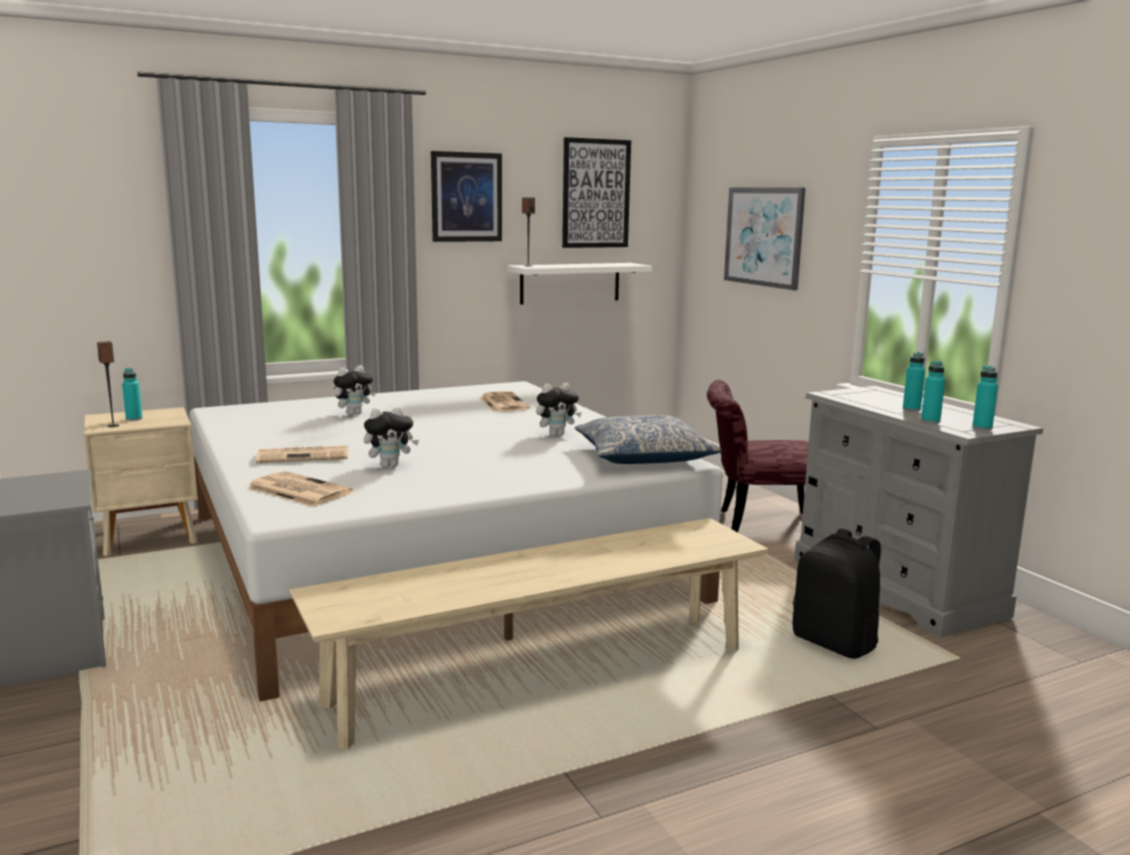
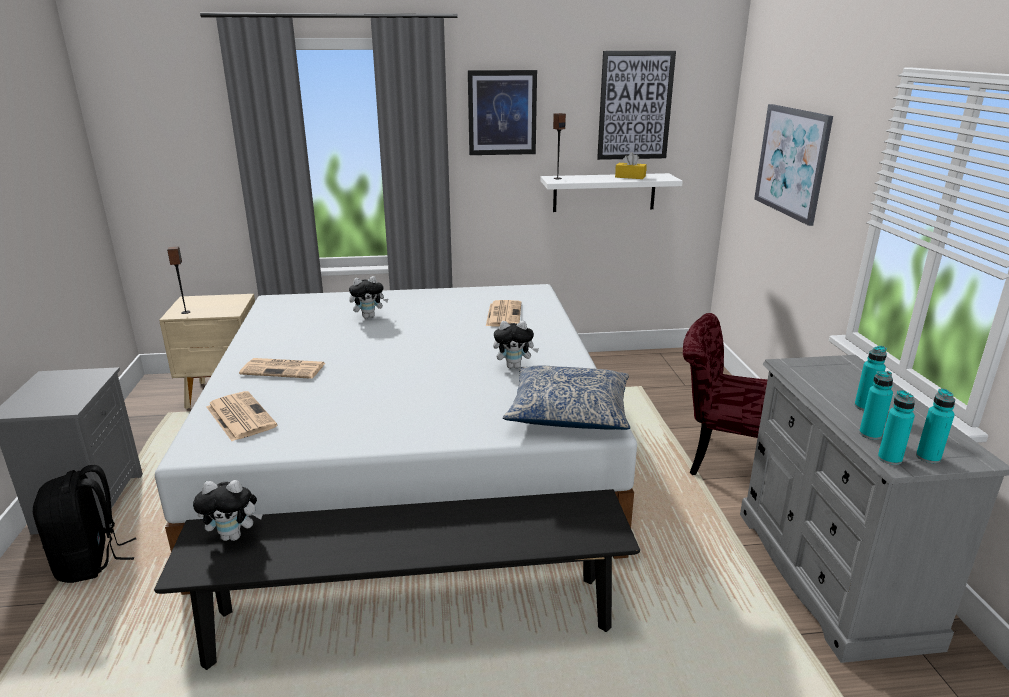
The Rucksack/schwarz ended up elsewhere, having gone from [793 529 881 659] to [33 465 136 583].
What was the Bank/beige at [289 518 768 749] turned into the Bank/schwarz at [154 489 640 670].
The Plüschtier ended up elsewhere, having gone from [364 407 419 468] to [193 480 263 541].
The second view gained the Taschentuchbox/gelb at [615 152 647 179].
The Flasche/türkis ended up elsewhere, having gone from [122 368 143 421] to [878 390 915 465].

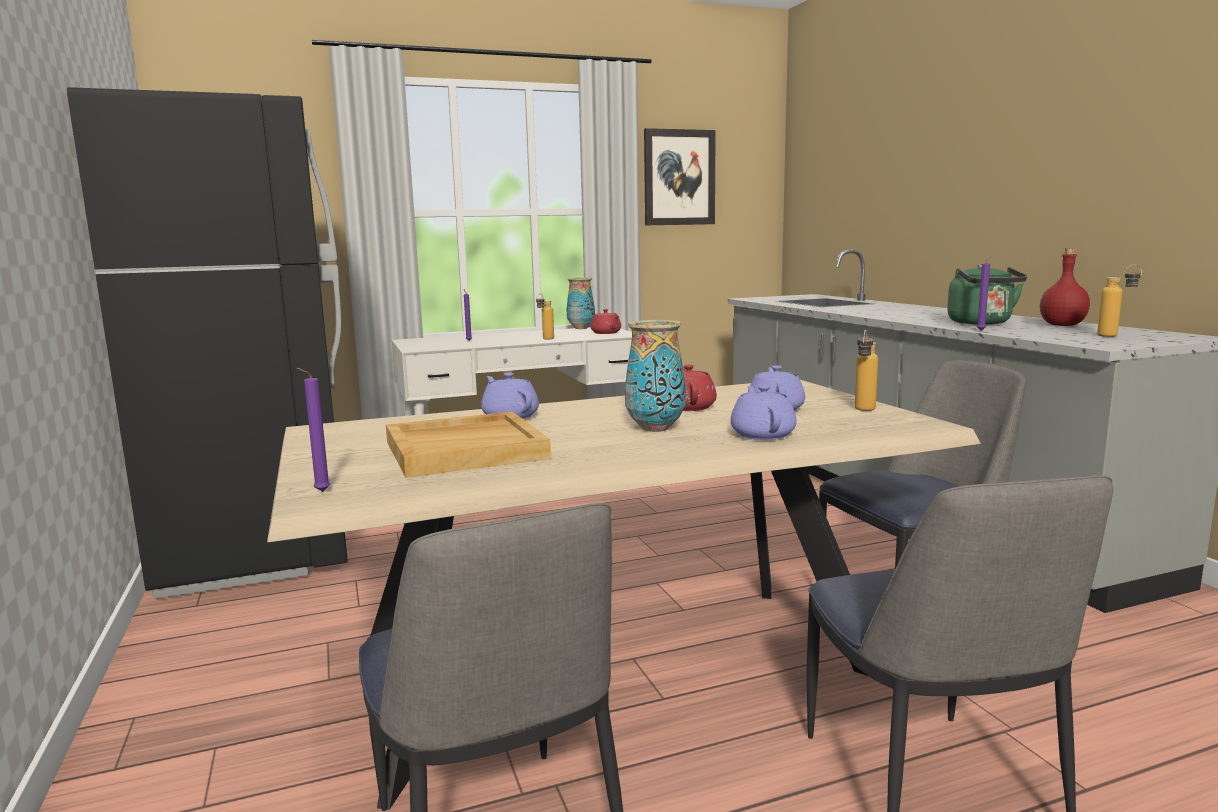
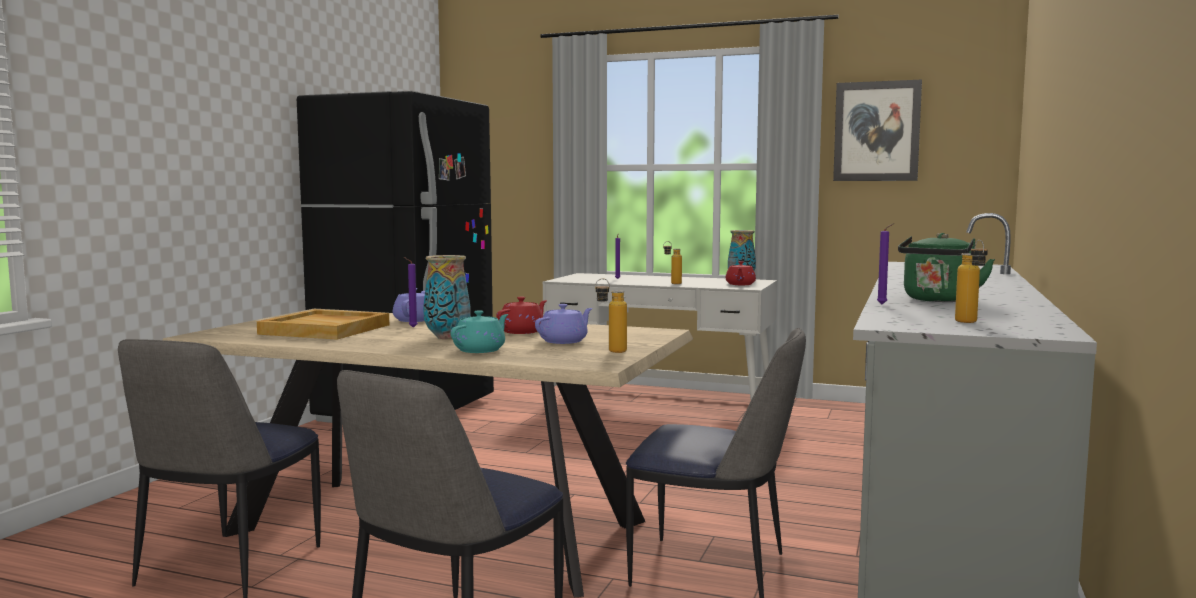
The Kerze/lila ended up elsewhere, having gone from [297 368 331 492] to [404 257 418 328].
What was the Teekanne/lila at [731 385 797 440] turned into the Teekanne/türkis at [450 310 509 353].
The second view lost the Flasche/rot at [1040 248 1090 326].

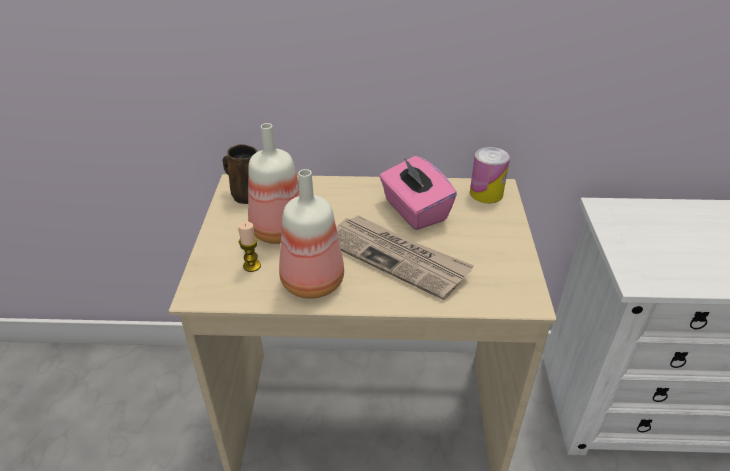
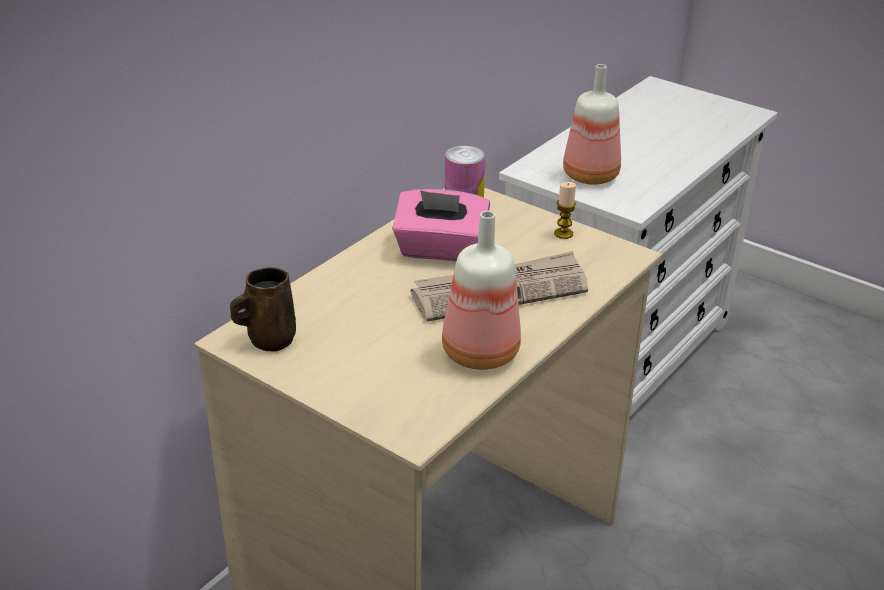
The Kerze ended up elsewhere, having gone from [238 221 261 272] to [554 182 576 239].
The Flasche ended up elsewhere, having gone from [248 123 299 244] to [563 64 621 185].

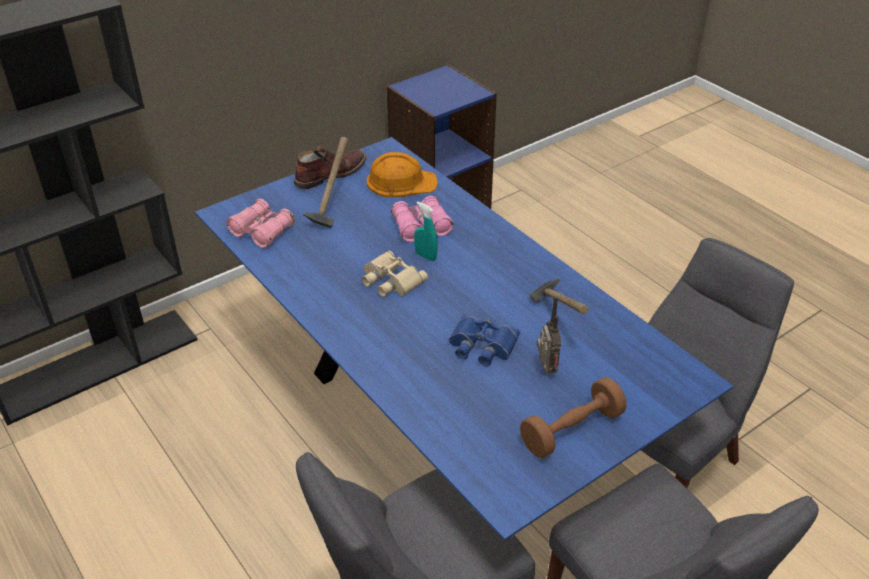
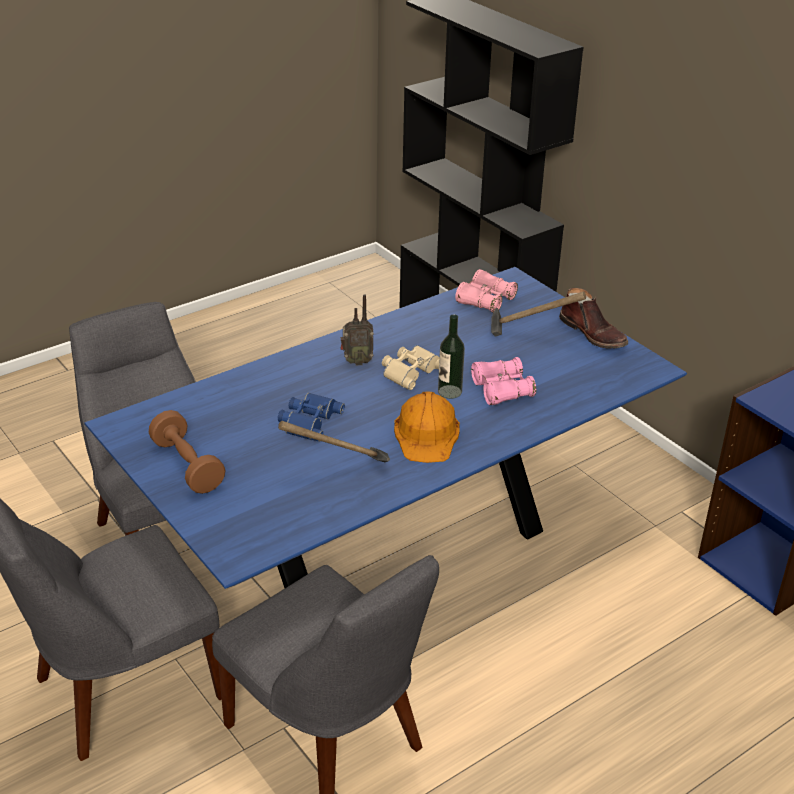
The Radio ended up elsewhere, having gone from [537 296 561 373] to [341 295 374 365].
The Schutzhelm/orange ended up elsewhere, having gone from [366 152 438 197] to [394 391 460 463].
Where the Sprühflasche/türkis stood at [414 201 438 261], the Flasche came to stand at [438 314 465 399].

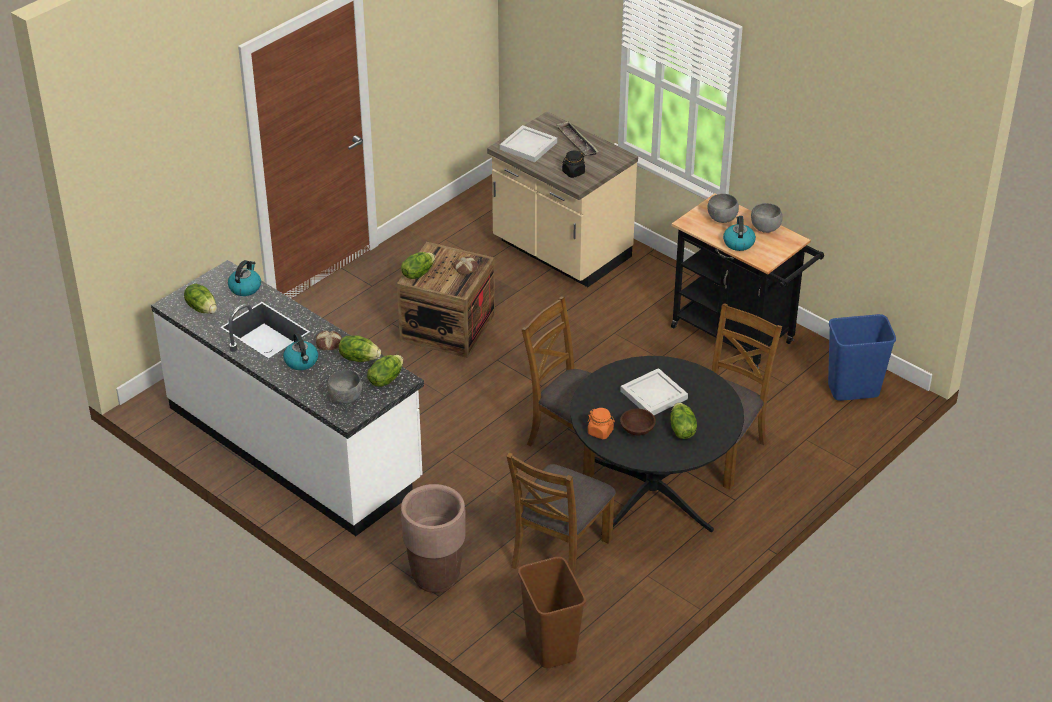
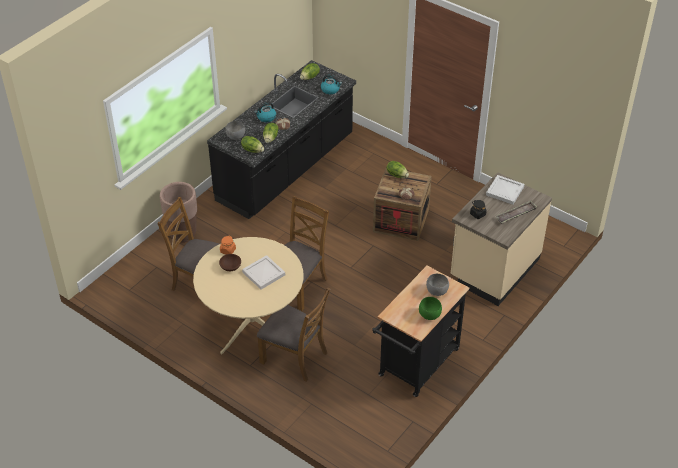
What was the Esstisch/schwarz at [570 356 744 535] turned into the Esstisch/beige at [193 237 304 354].
What was the Küchenzeile/weiß at [151 260 424 536] turned into the Küchenzeile/schwarz at [207 60 356 219].
What was the Schüssel/grau at [751 203 782 233] turned into the Schüssel/grün at [419 297 442 320].
The second view lost the Mülleimer/braun at [518 557 586 668].
The second view lost the Salatkopf at [671 403 697 439].
The second view lost the Wasserkessel at [723 216 756 251].
The second view lost the Mülleimer/blau at [828 314 896 401].

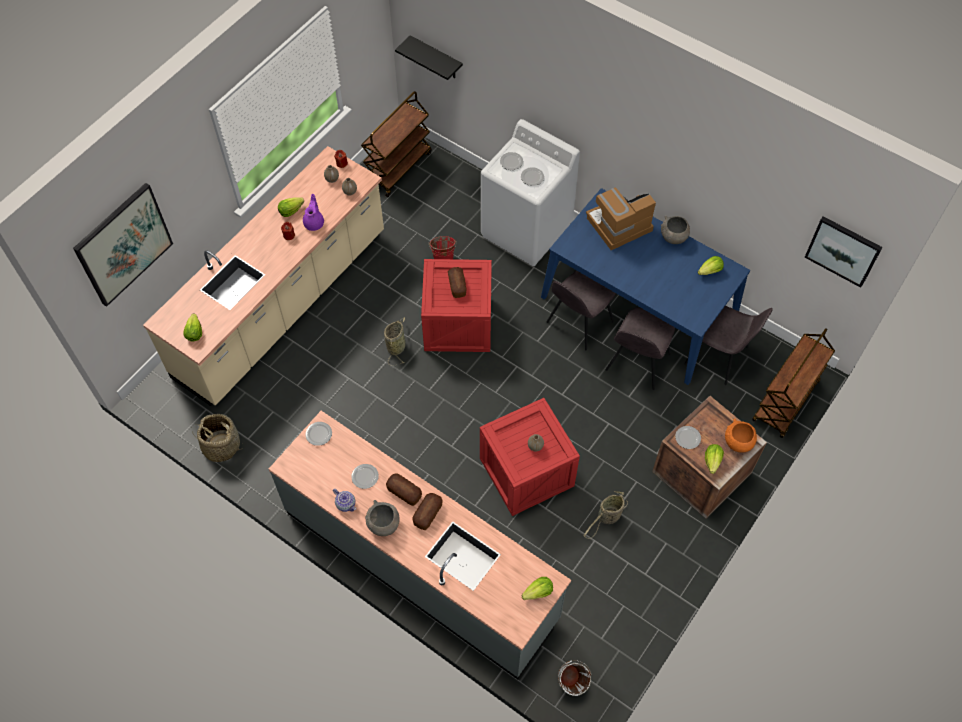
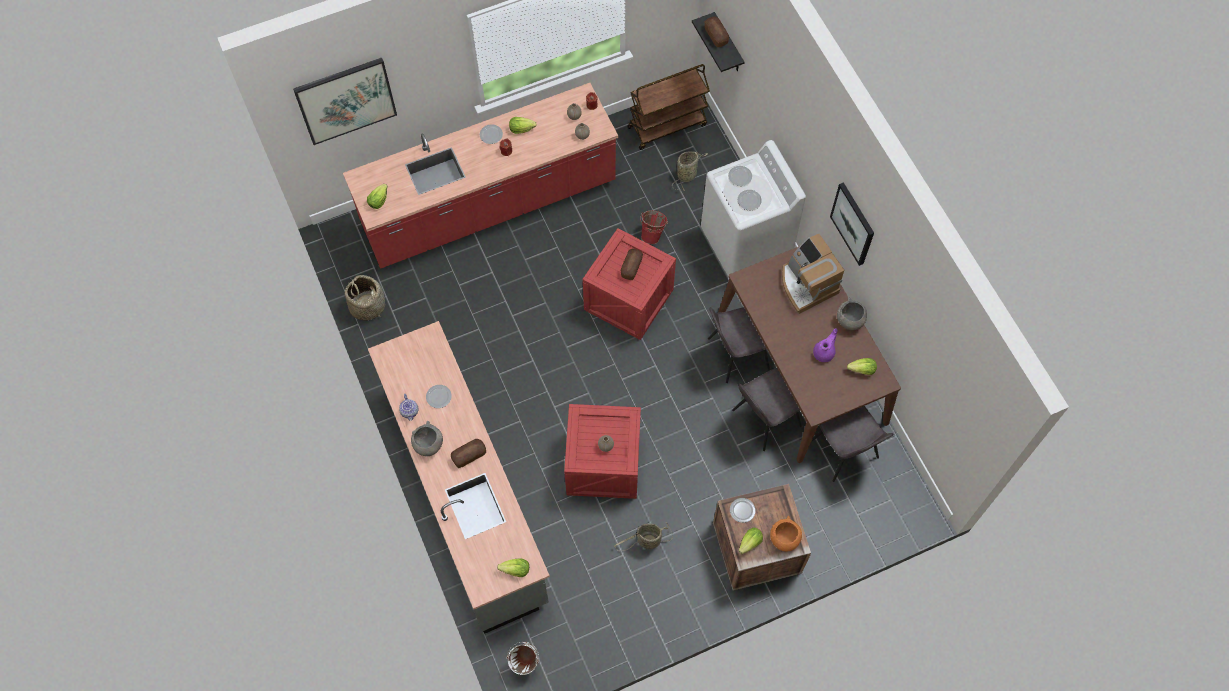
What was the Küchenzeile/beige at [143 146 384 406] turned into the Küchenzeile/rot at [343 83 618 269].
The Teller ended up elsewhere, having gone from [306 422 332 446] to [480 124 503 144].
The Korb ended up elsewhere, having gone from [384 317 406 365] to [672 151 708 191].
The Brot ended up elsewhere, having gone from [386 473 422 506] to [705 16 729 47].
What was the Esstisch/blau at [541 188 750 385] turned into the Esstisch/braun at [718 246 901 463].
The Kaffeemaschine at [586 188 656 250] ended up facing another way, 120 degrees counterclockwise from before.
The Teekanne/lila ended up elsewhere, having gone from [303 194 324 231] to [813 328 837 362].
The Bild ended up elsewhere, having gone from [805 216 883 288] to [830 182 874 266].
The second view lost the Rollwagen/braun at [752 328 835 438].

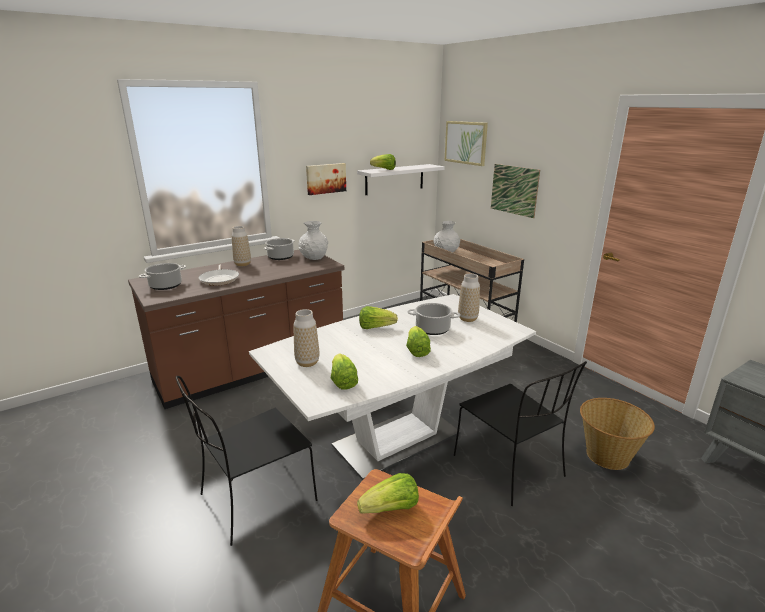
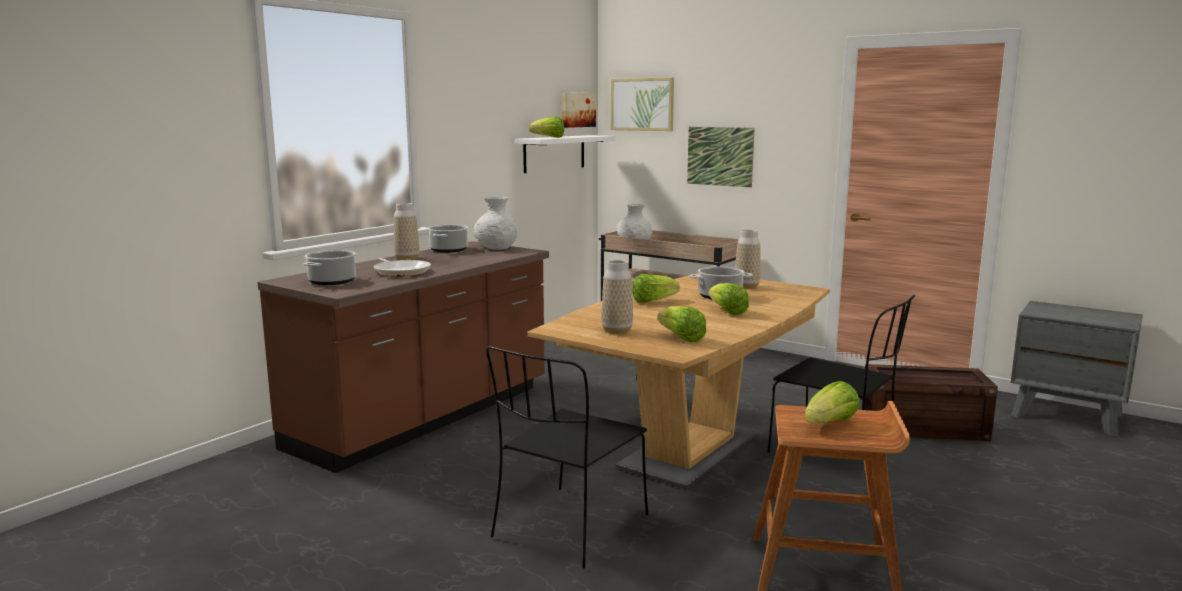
What was the Esstisch/weiß at [249 294 536 481] turned into the Esstisch/braun at [527 273 830 489].
The Bild ended up elsewhere, having gone from [306 163 346 195] to [562 92 596 128].
Where the Korb stood at [580 398 655 470], the Kiste came to stand at [862 364 998 441].

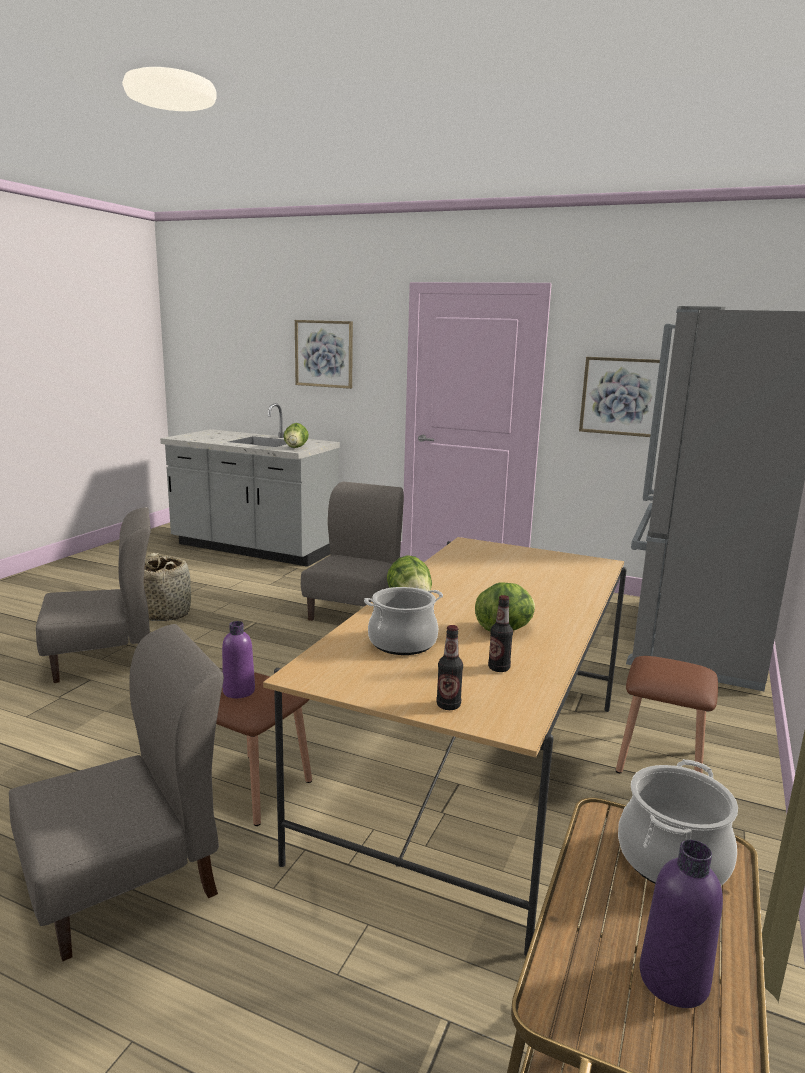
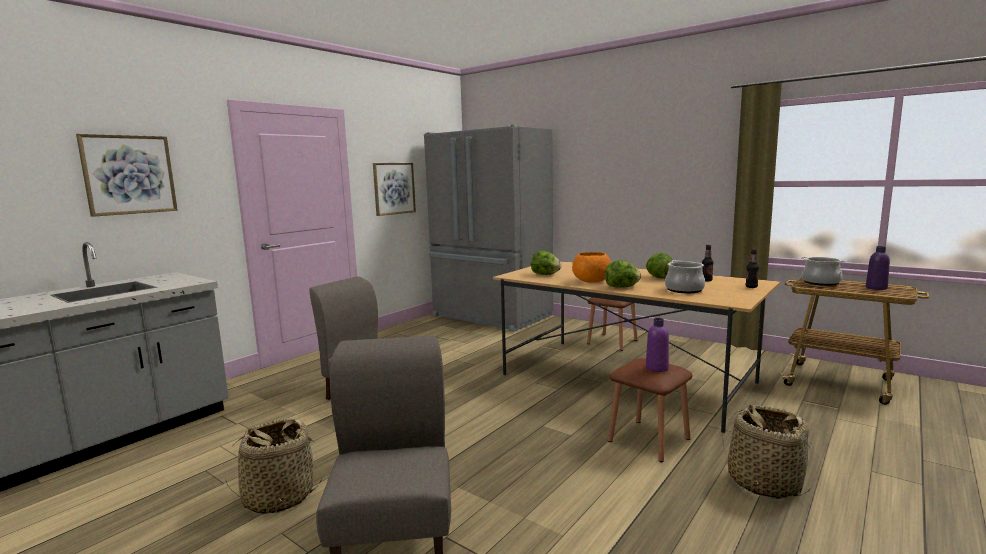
The Salatkopf ended up elsewhere, having gone from [283 423 309 448] to [531 251 562 275].
The second view gained the Schüssel/orange at [572 252 611 283].
Where the Stuhl/grau stood at [9 624 224 962], the Korb came to stand at [722 405 810 499].

